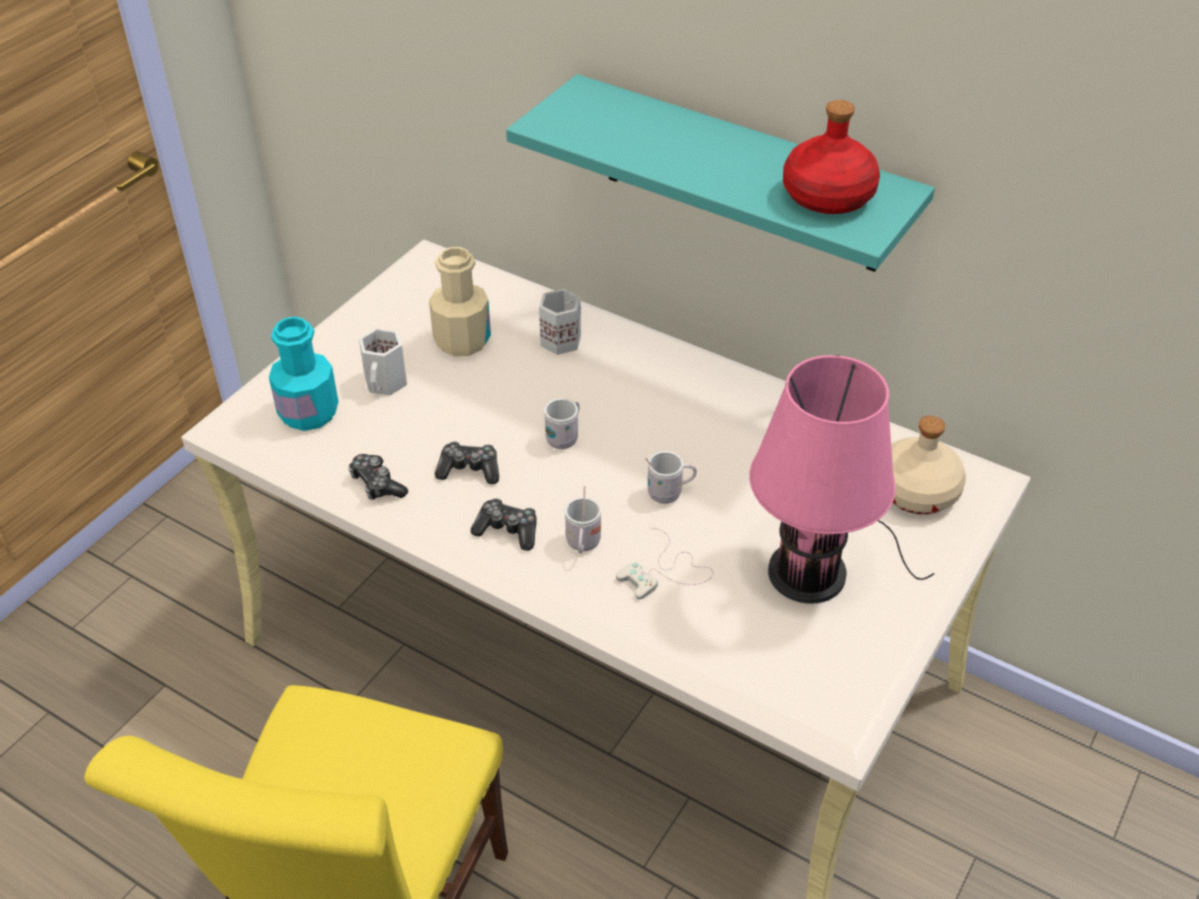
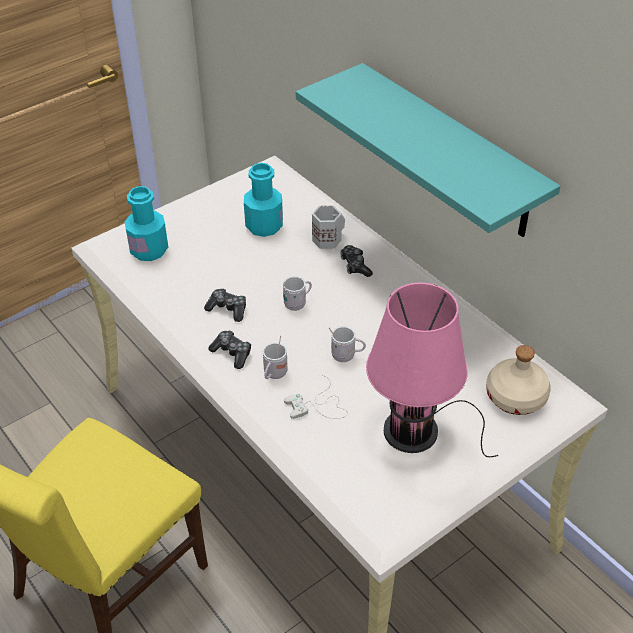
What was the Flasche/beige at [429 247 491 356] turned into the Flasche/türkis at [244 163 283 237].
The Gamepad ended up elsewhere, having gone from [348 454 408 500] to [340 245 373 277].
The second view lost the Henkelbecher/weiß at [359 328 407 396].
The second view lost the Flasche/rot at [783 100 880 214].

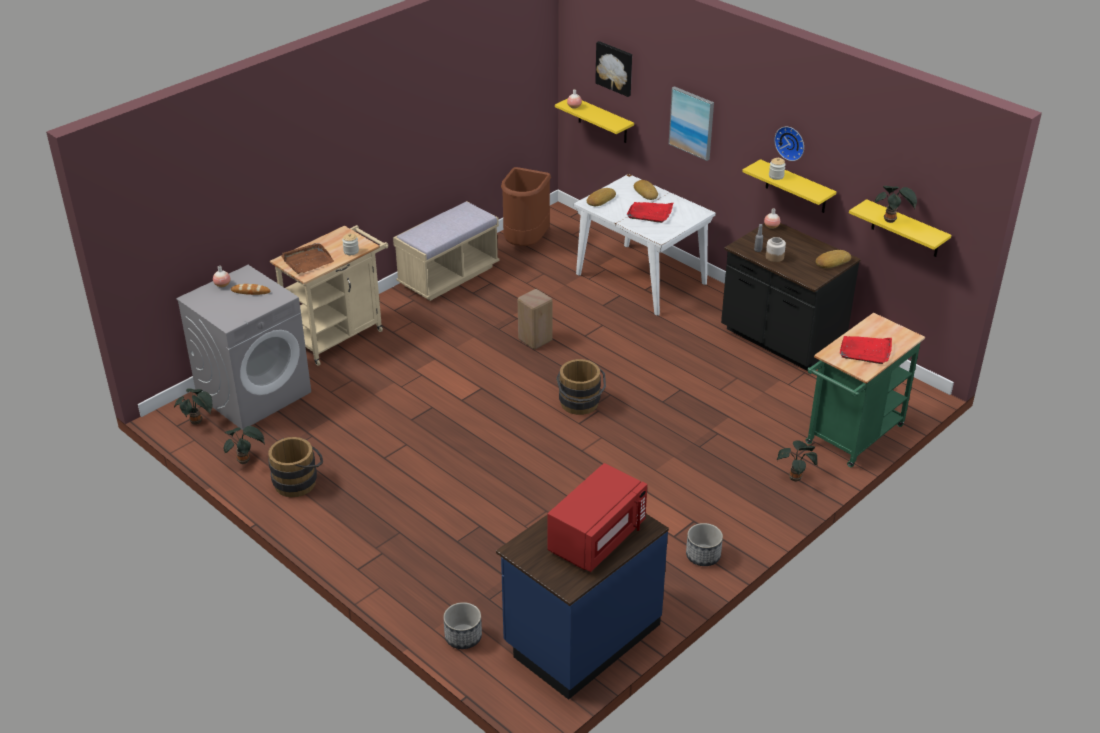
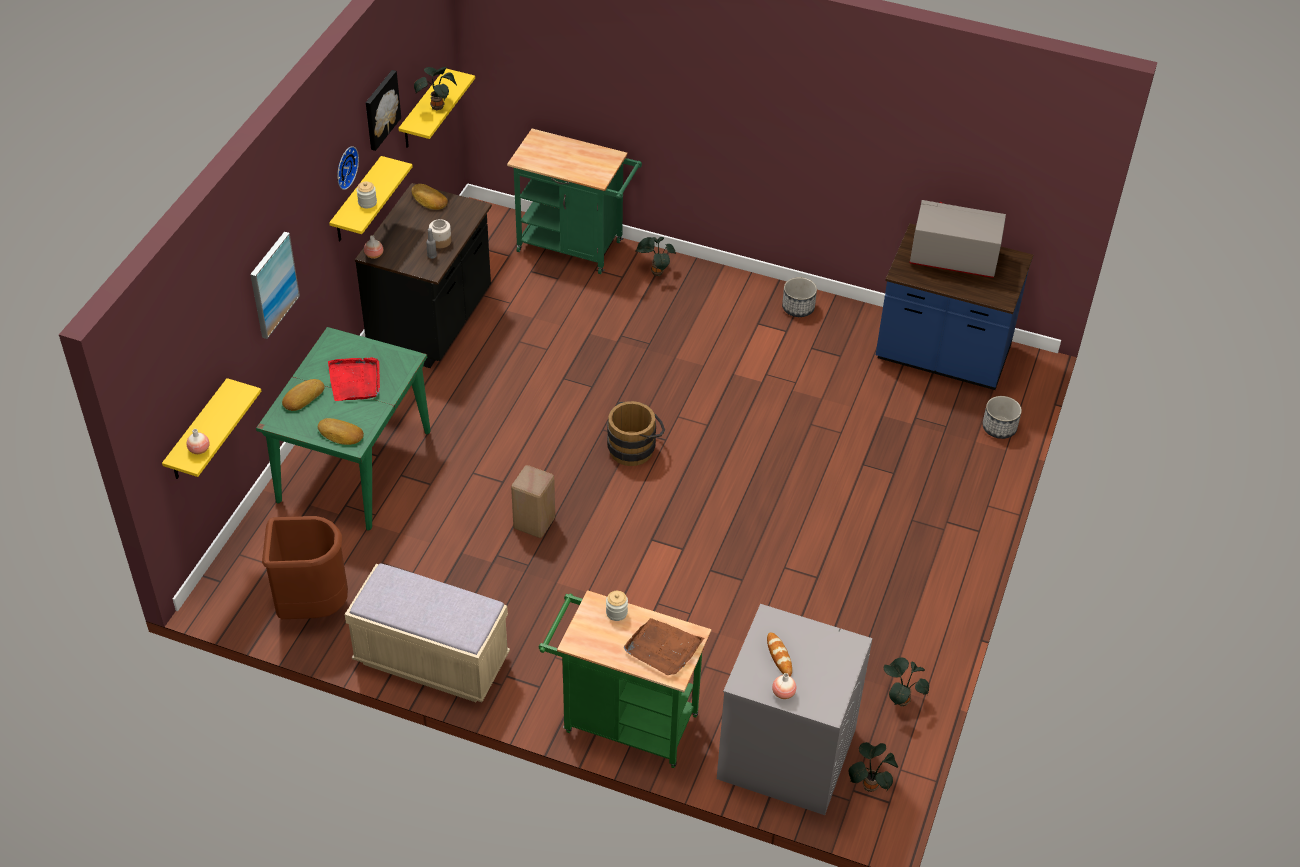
What was the Esstisch/weiß at [573 174 716 316] turned into the Esstisch/grün at [256 327 431 530].
The Bild ended up elsewhere, having gone from [595 41 632 97] to [366 70 401 151].
What was the Rollwagen/beige at [270 225 388 366] turned into the Rollwagen/grün at [539 590 711 768].
What was the Mikrowelle/rot at [548 463 647 572] turned into the Mikrowelle/grau at [910 200 1006 278].
The second view lost the Eimer/braun at [268 437 323 497].
The second view lost the Tablett/rot at [840 336 892 364].

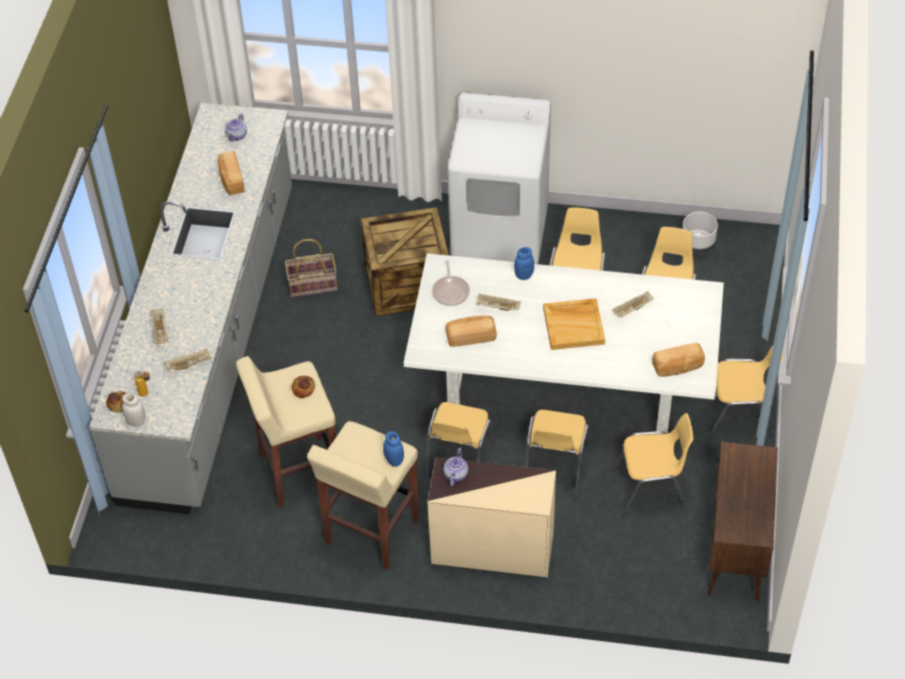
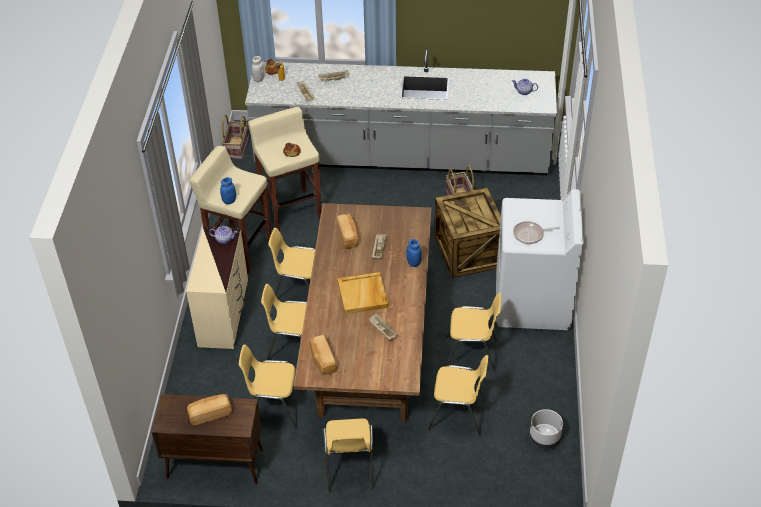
The Brot ended up elsewhere, having gone from [218 151 244 195] to [187 394 232 425].
The second view gained the Korb at [222 115 249 159].
The Stuhl/gelb at [614 413 694 517] ended up facing another way, 105 degrees clockwise from before.
What was the Esstisch/weiß at [404 253 724 434] turned into the Esstisch/braun at [294 203 431 422].
The Pfanne ended up elsewhere, having gone from [432 260 470 306] to [513 221 560 244].

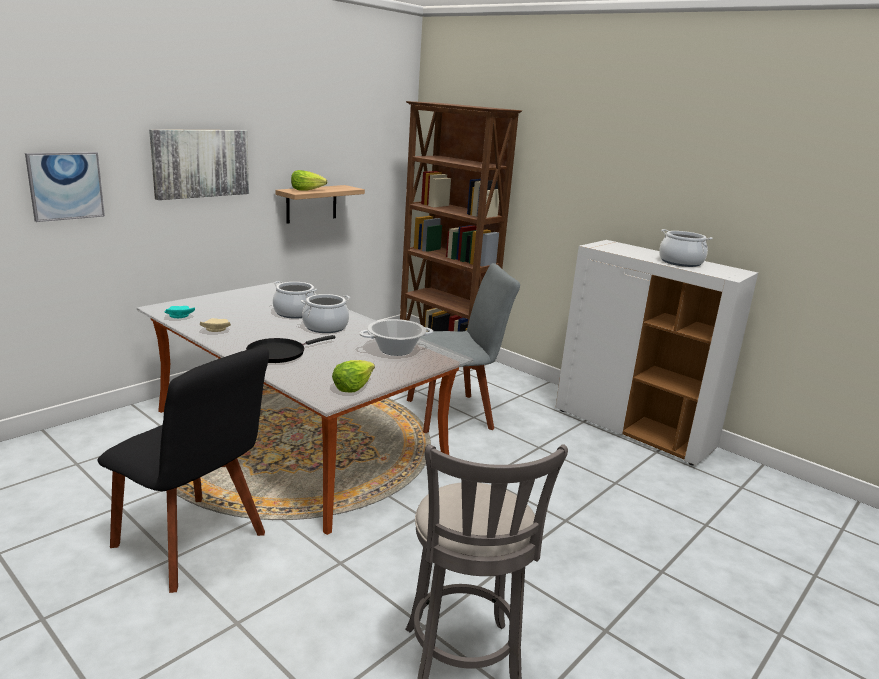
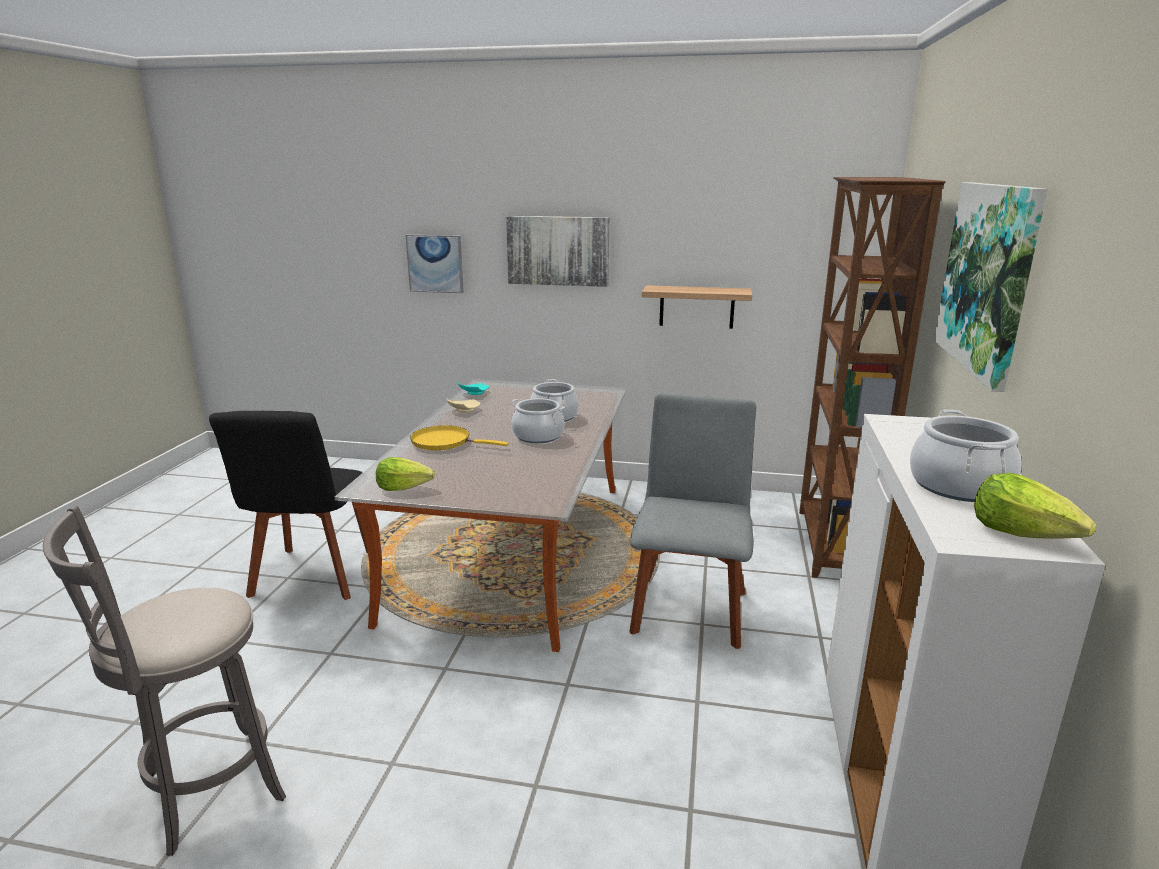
What was the Pfanne/schwarz at [246 335 335 363] turned into the Pfanne/gelb at [410 425 509 450].
The Stuhl/grau at [407 263 520 433] ended up facing another way, 120 degrees counterclockwise from before.
The second view gained the Bild at [934 182 1048 392].
The Salatkopf ended up elsewhere, having gone from [291 170 327 190] to [974 473 1096 539].
The second view lost the Kochtopf at [360 319 433 356].

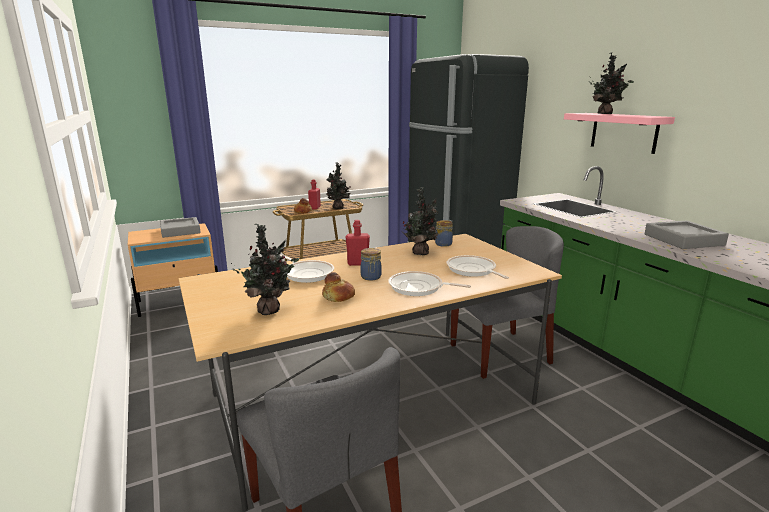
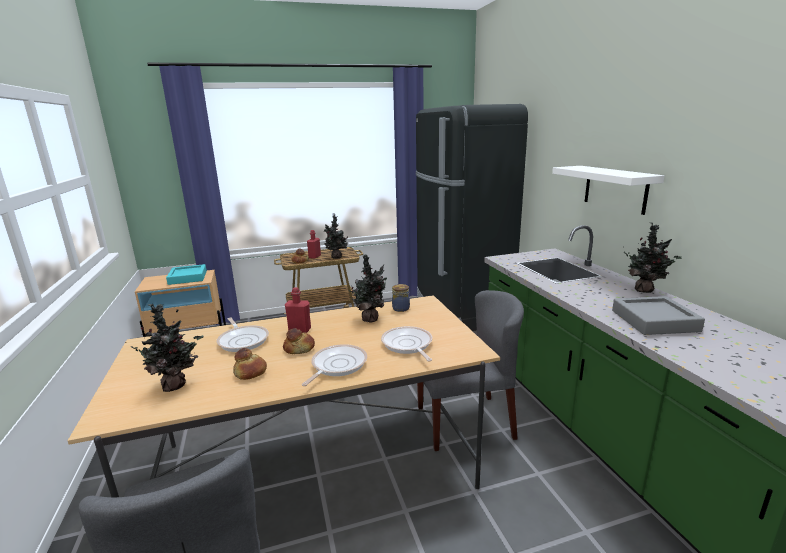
What was the Tablett/grau at [160 217 201 238] turned into the Tablett/türkis at [166 264 207 285].
Where the Vorratsglas stood at [360 248 382 281], the Brot came to stand at [283 328 315 354].
The Pfanne at [388 271 471 296] ended up facing another way, 90 degrees clockwise from before.
What was the Wandregal/rosa at [564 113 675 154] turned into the Wandregal/weiß at [552 166 664 215].
The Topfpflanze ended up elsewhere, having gone from [589 52 634 114] to [624 223 682 293].

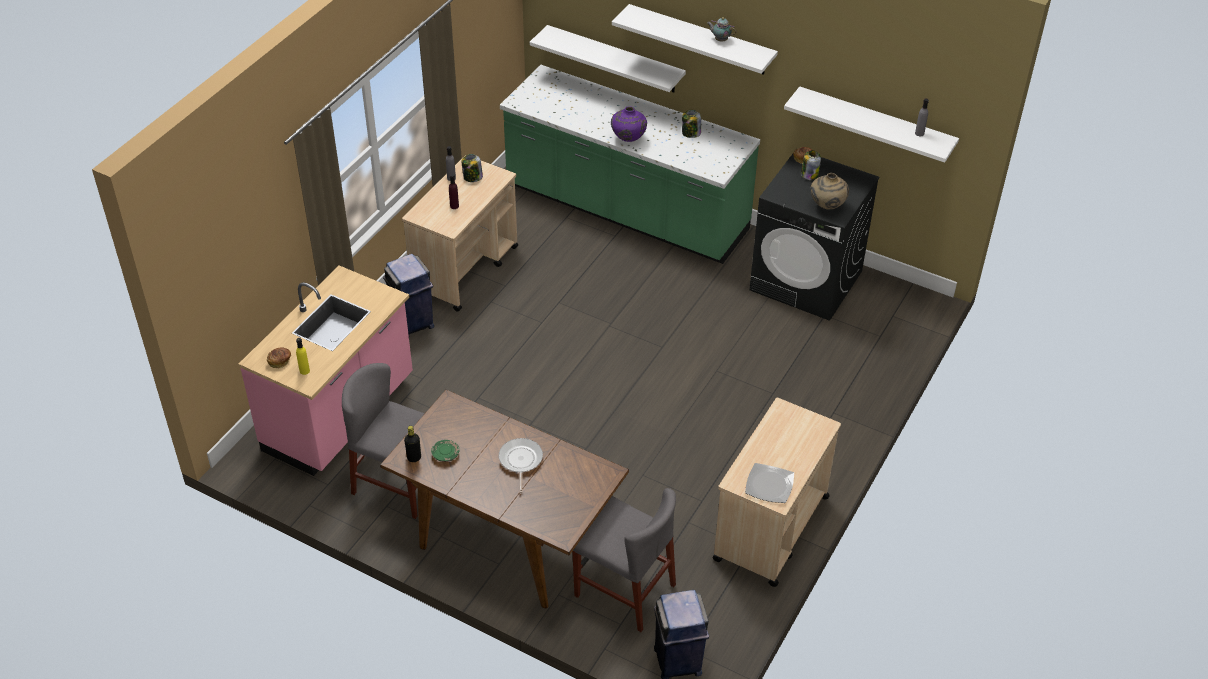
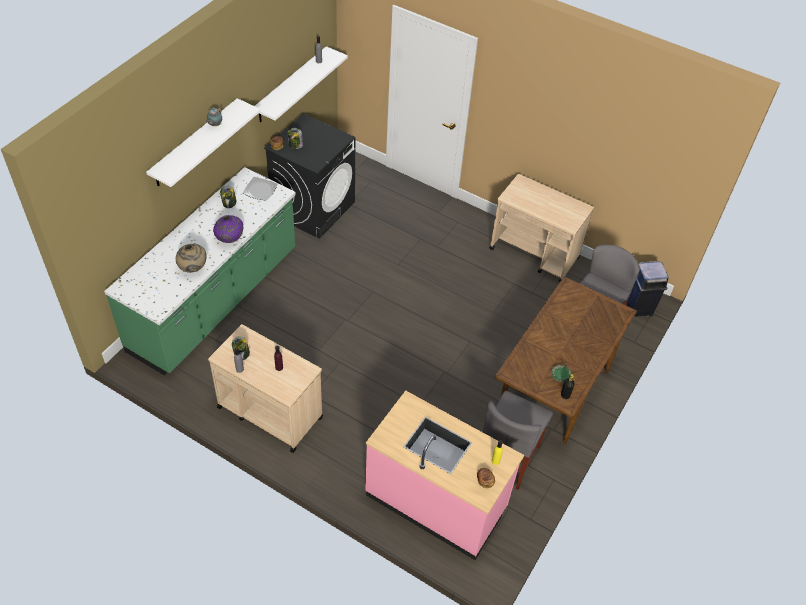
The Vase/beige ended up elsewhere, having gone from [810 173 849 210] to [176 244 206 273].
The Teller ended up elsewhere, having gone from [745 463 794 503] to [243 177 278 201].
The second view lost the Mülleimer/blau at [383 254 434 335].
The second view lost the Pfanne at [499 438 543 493].
The second view lost the Wandregal/weiß at [530 25 686 93].

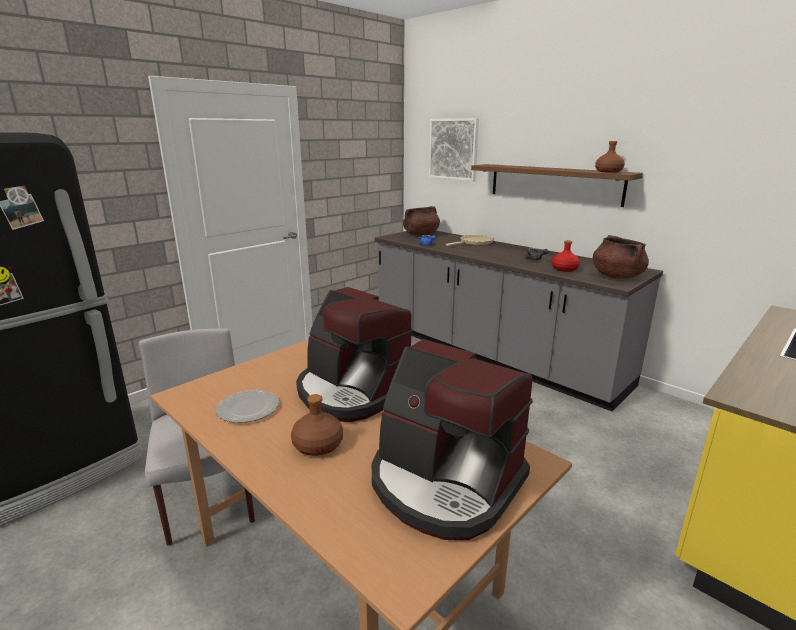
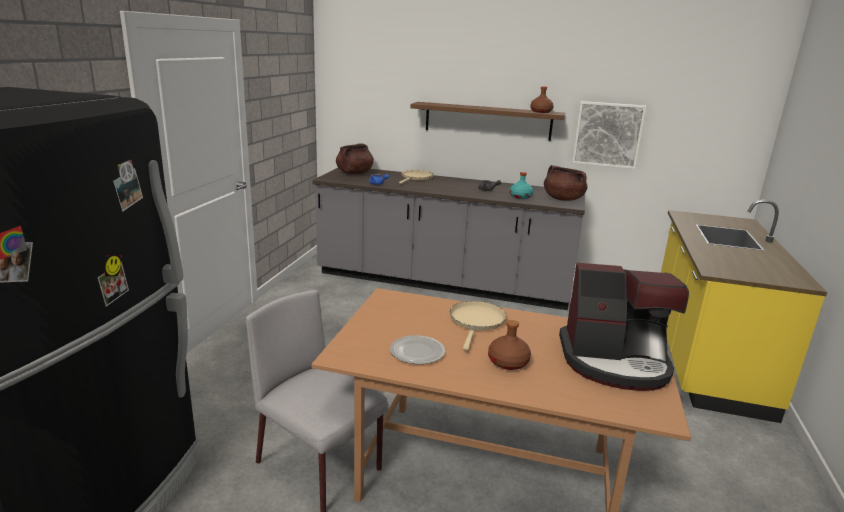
Where the Kaffeemaschine stood at [296 287 413 422], the Pfanne/beige came to stand at [450 301 506 351].
What was the Flasche/rot at [552 240 580 272] turned into the Flasche/türkis at [510 172 533 199].
The Bild ended up elsewhere, having gone from [429 118 479 181] to [572 101 647 169].

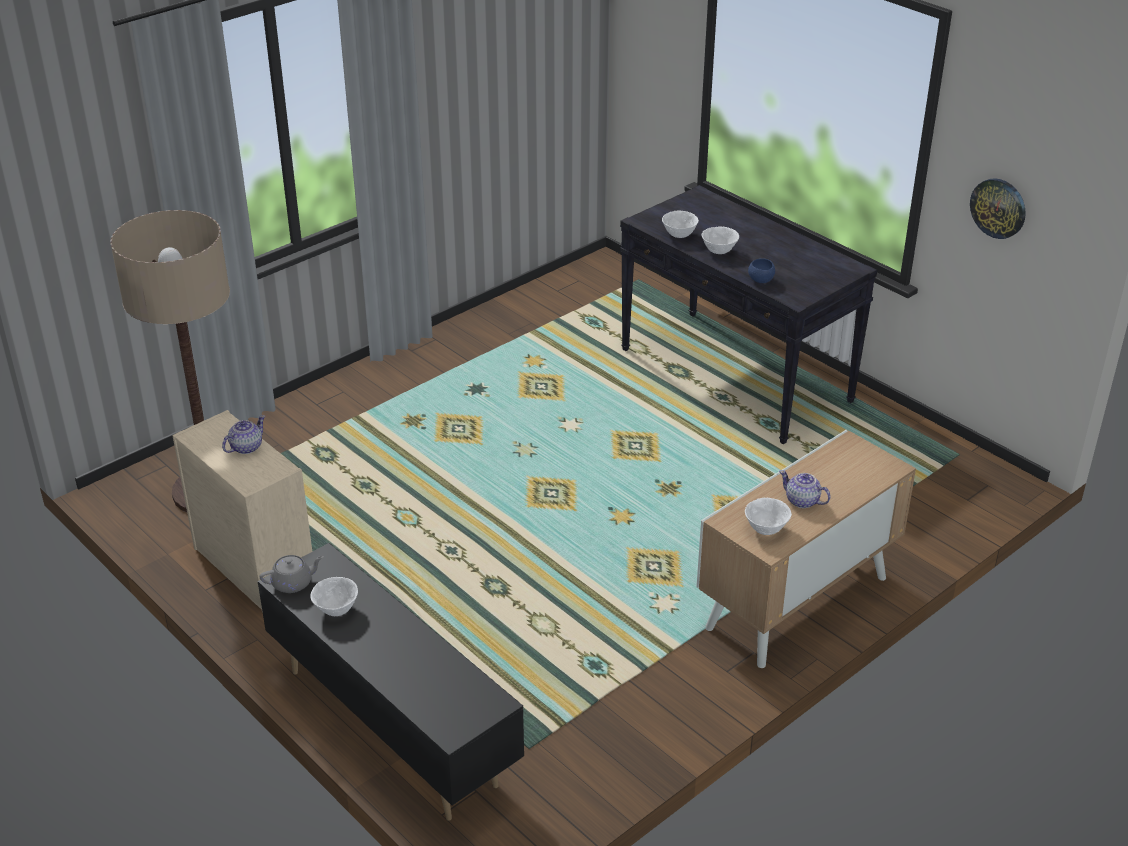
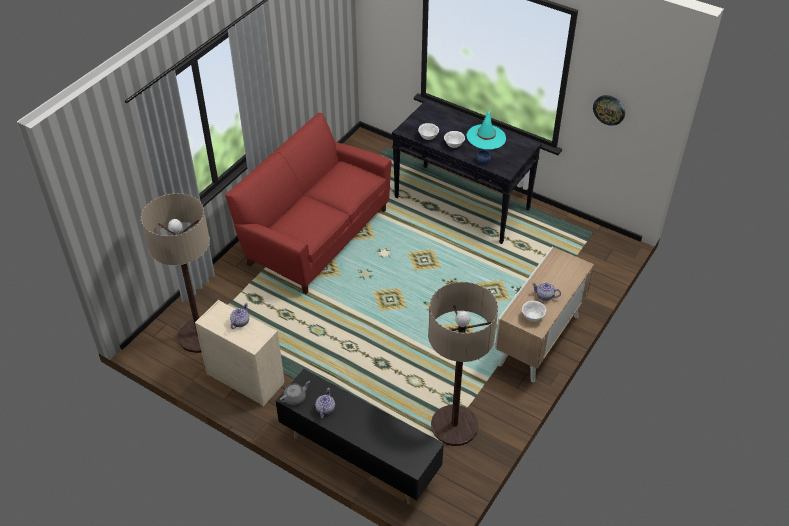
The second view gained the Sofa/rot at [225 113 392 294].
Where the Schüssel/weiß stood at [310 577 358 616], the Teekanne came to stand at [315 388 335 418].
The second view gained the Stehlampe at [428 282 498 446].
The second view gained the Hut/türkis at [467 110 506 150].

